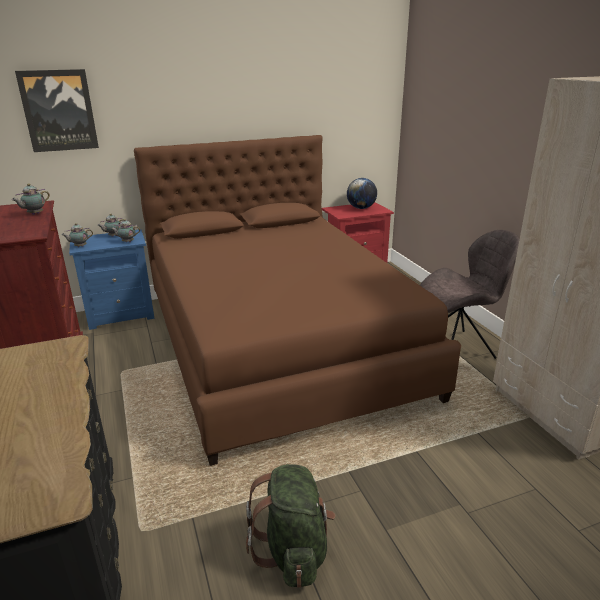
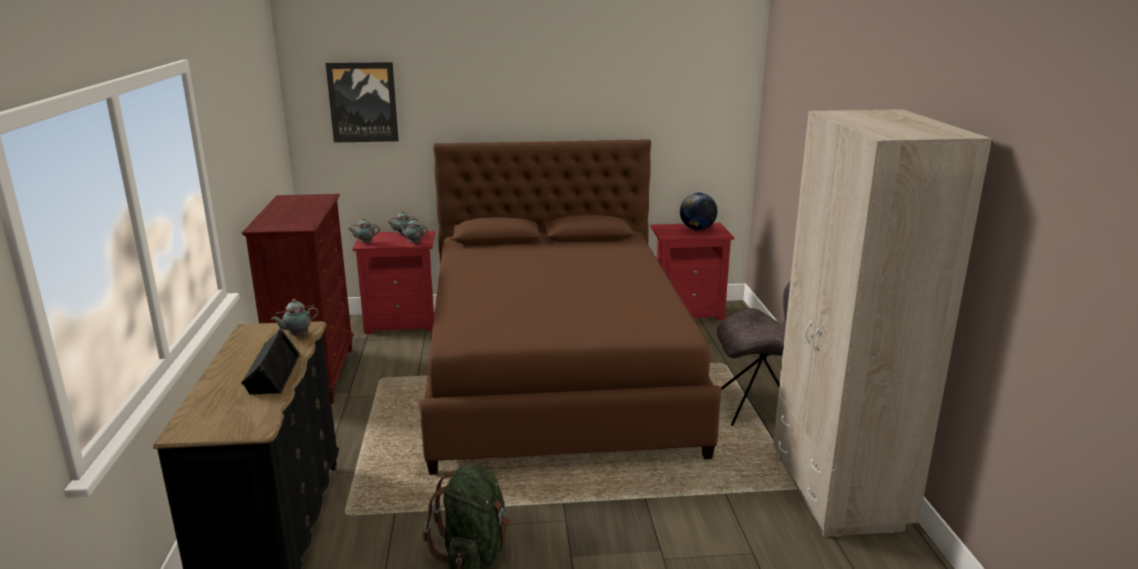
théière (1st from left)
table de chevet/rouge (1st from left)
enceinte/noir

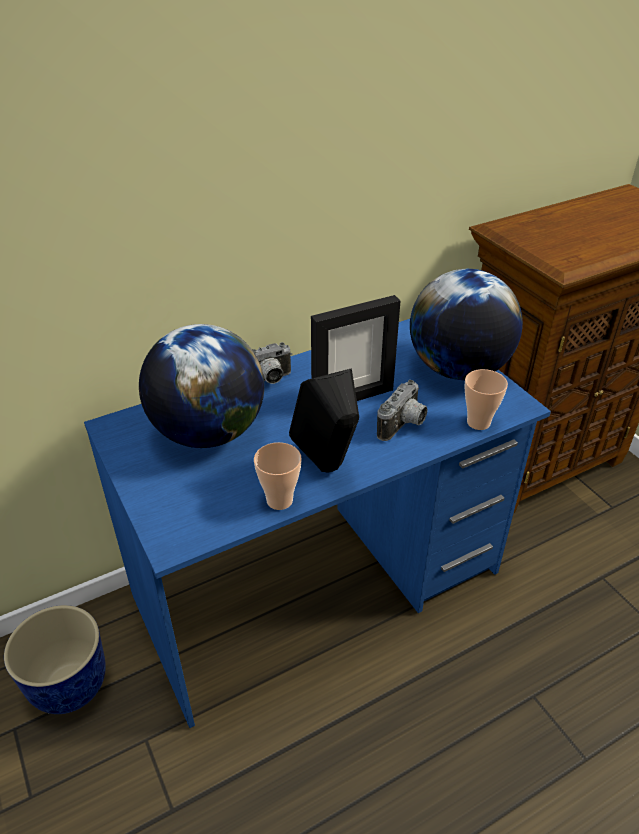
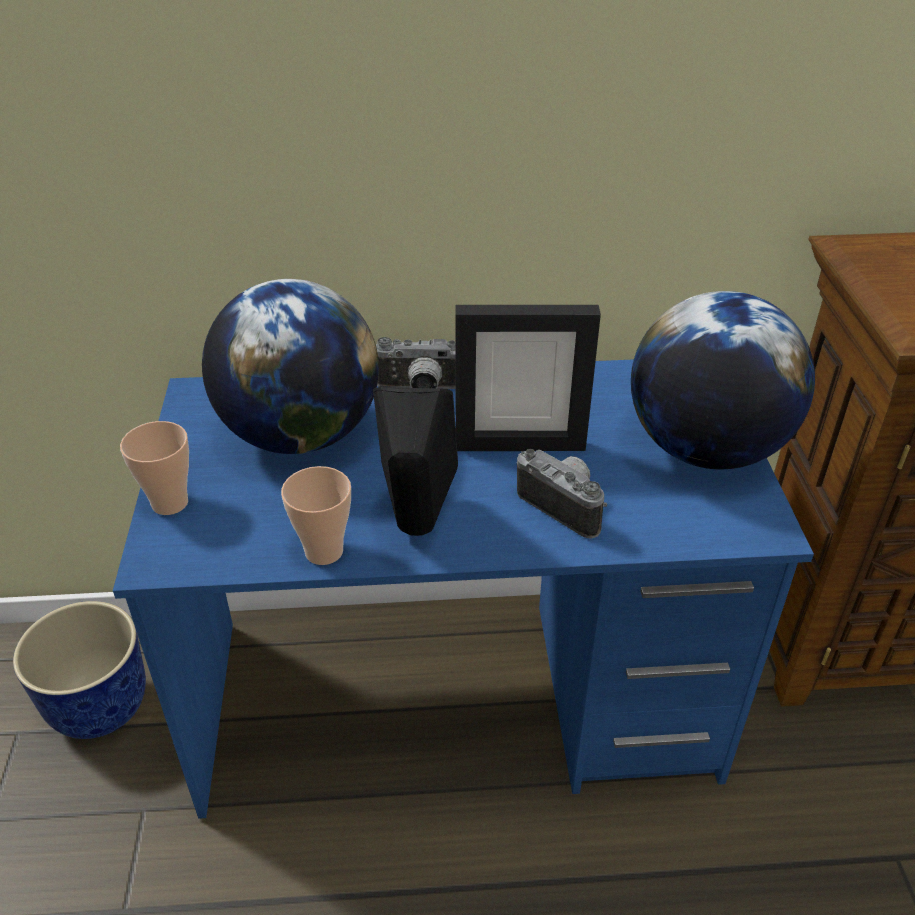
tasse (1st from left)
appareil photo (2nd from left)

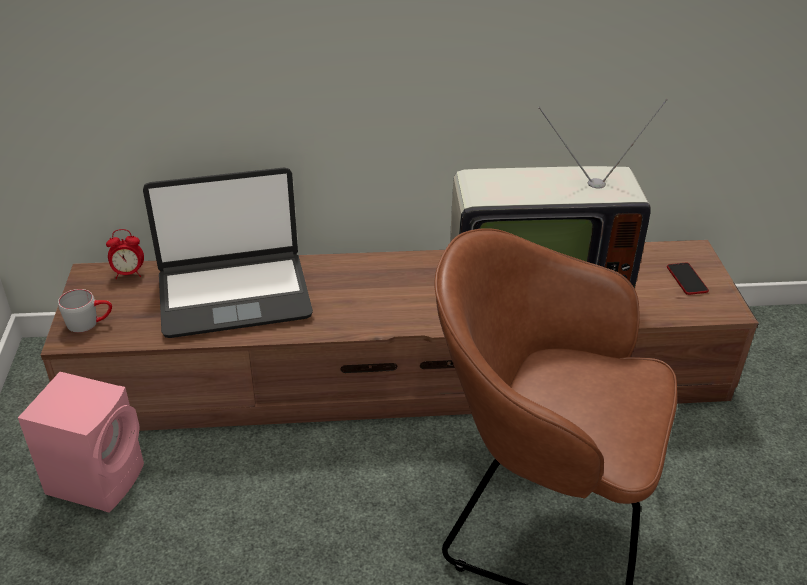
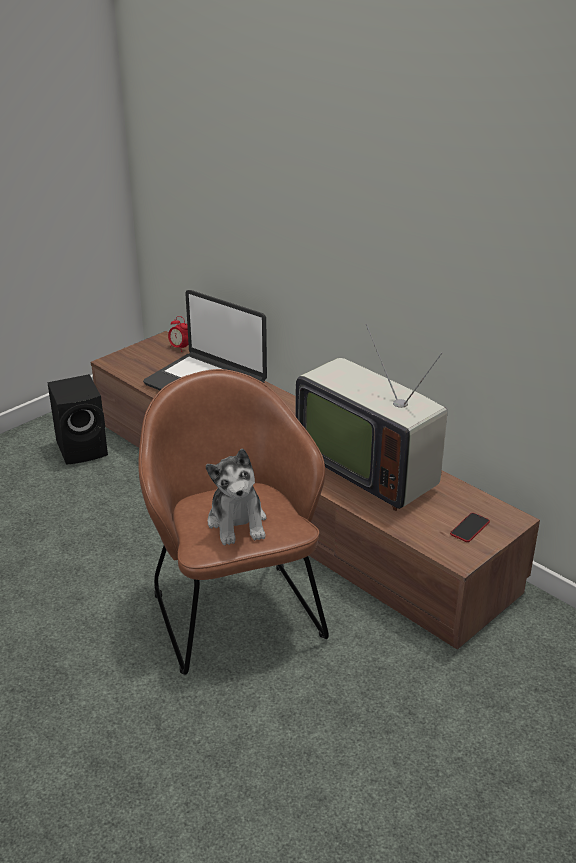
mug/gris
enceinte/noir
peluche

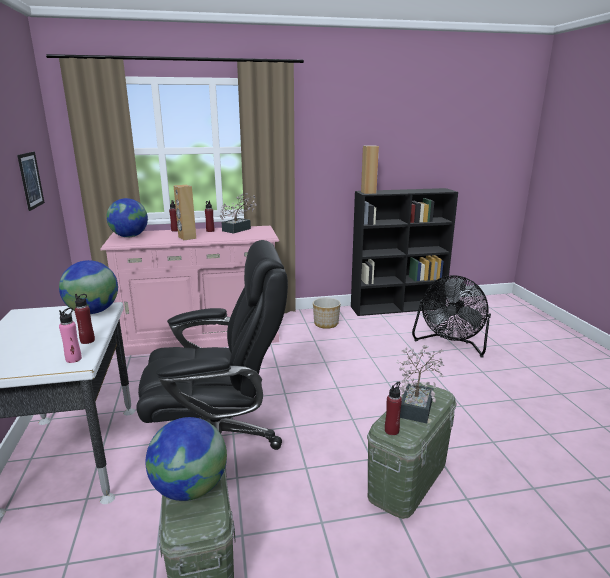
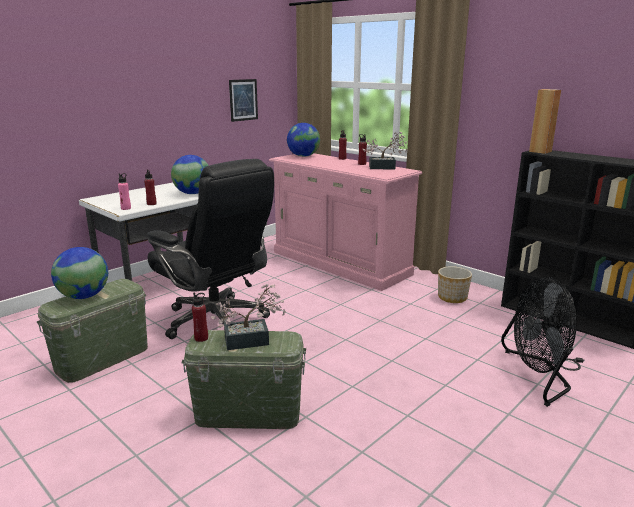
enceinte/marron (1st from left in the first image)

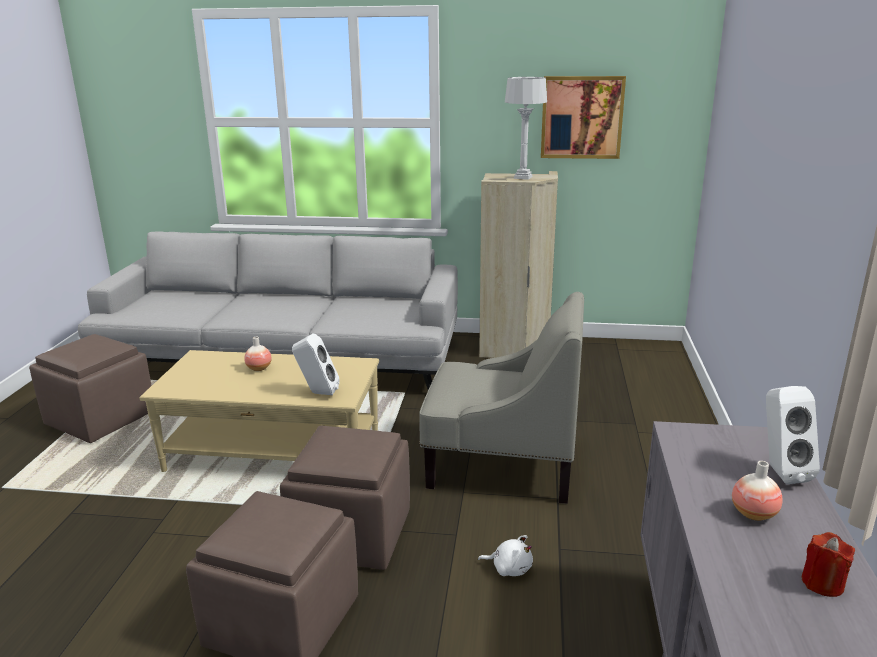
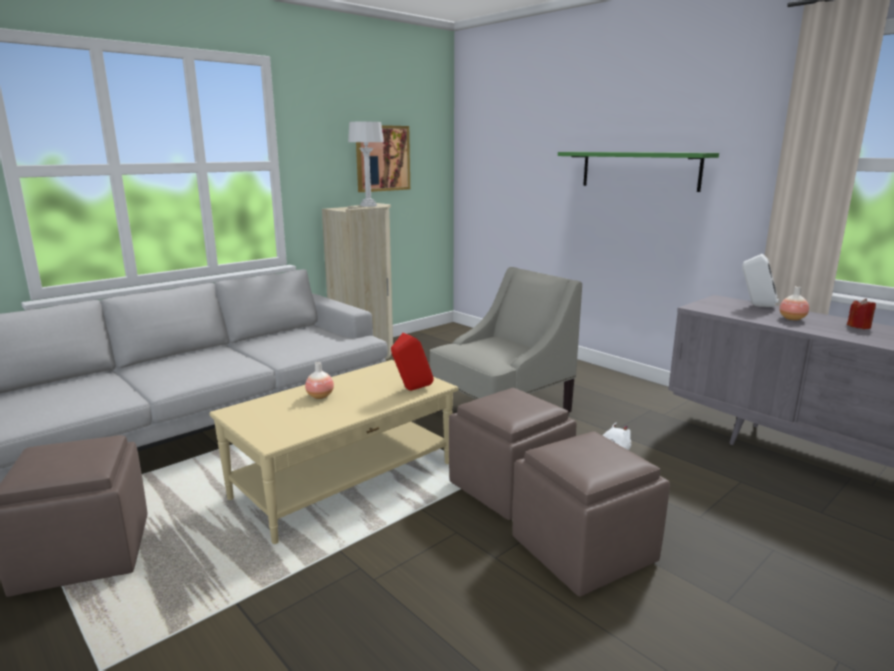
enceinte/rouge
étagère/vert

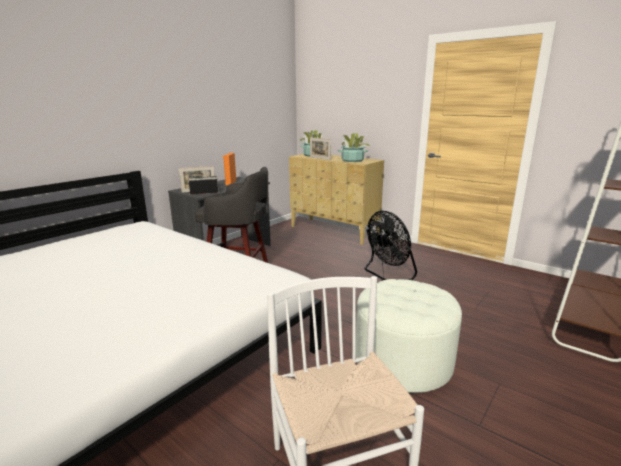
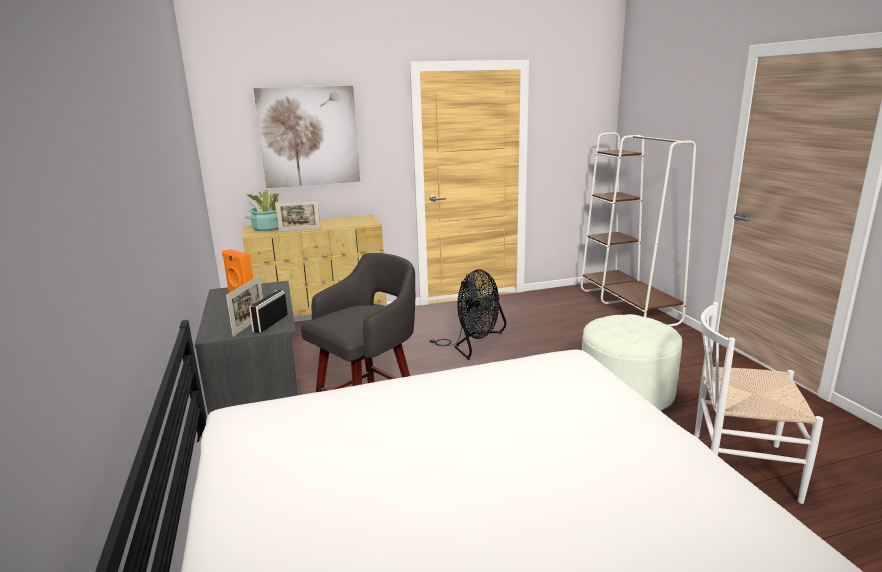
plante en pot (2nd from left in the first image)
ventilateur/noir
tableau

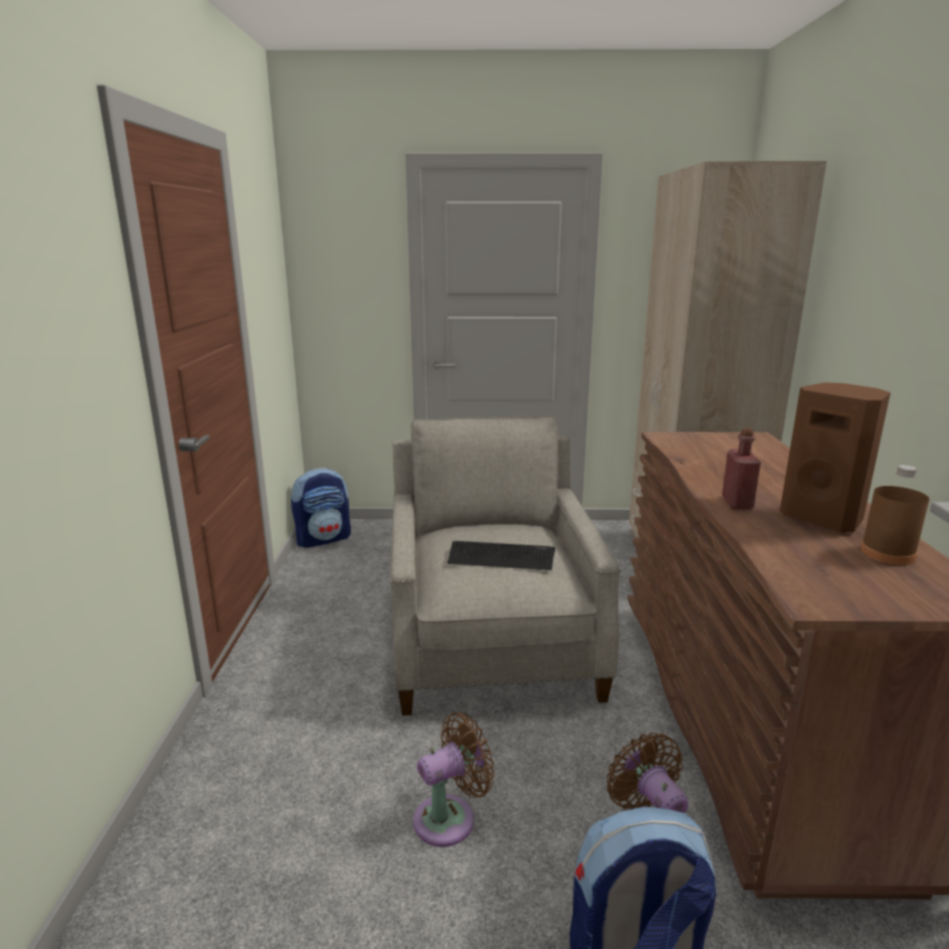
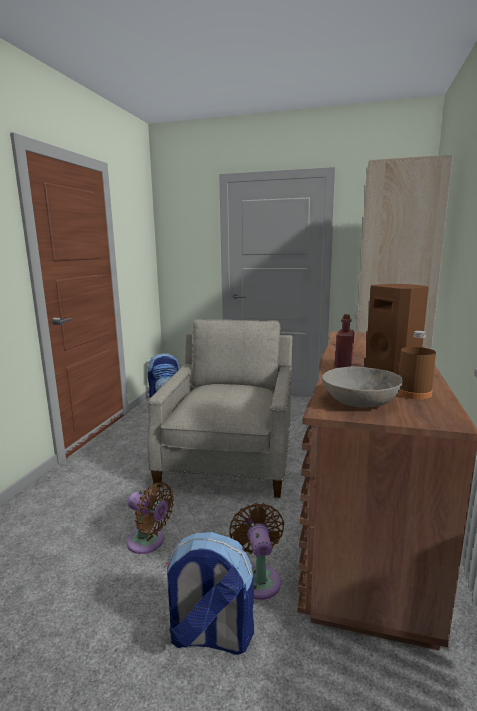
clavier
ventilateur/marron (1st from left)
bol/gris

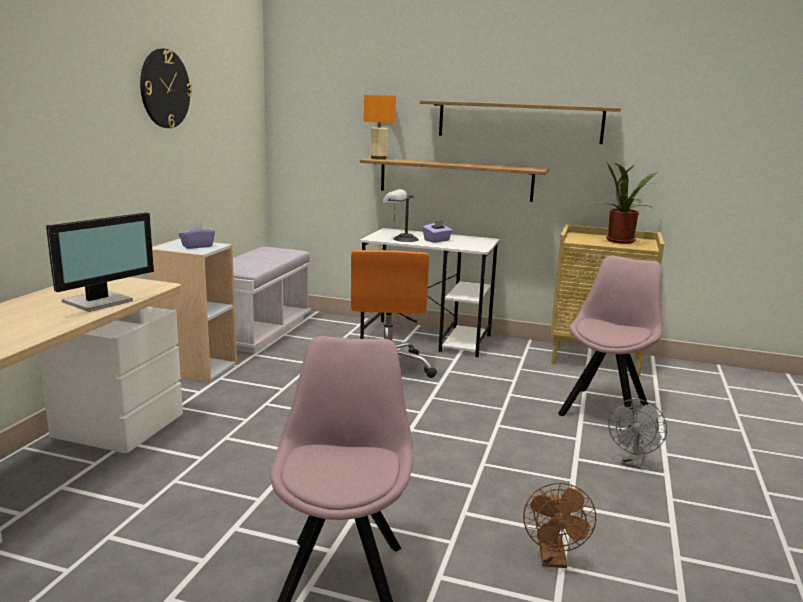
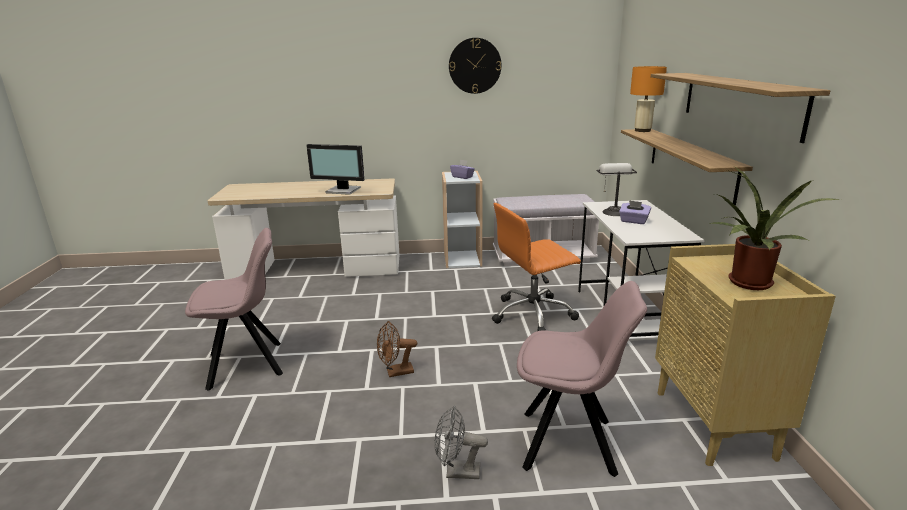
ventilateur/marron

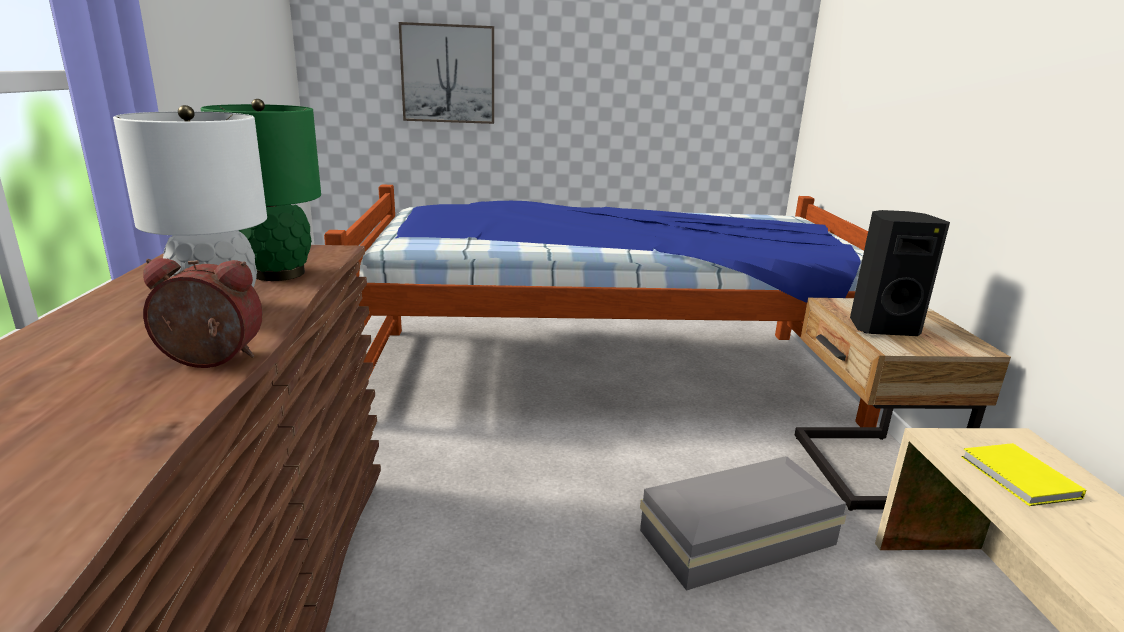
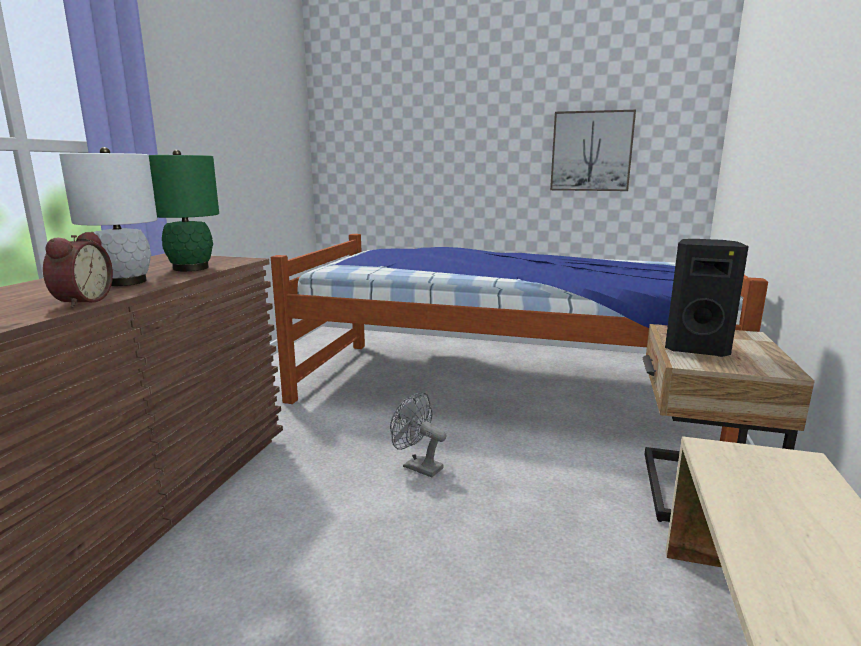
tableau
réveil
livre/jaune
boîte de rangement/gris
ventilateur/gris

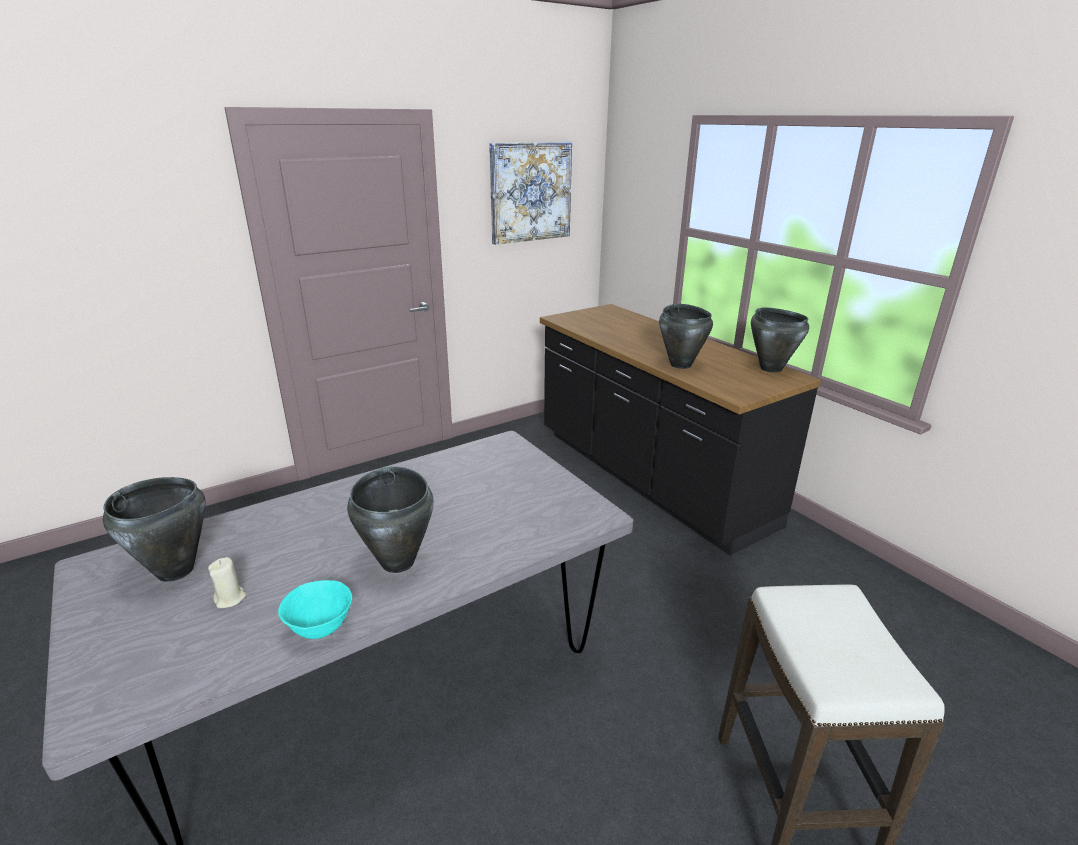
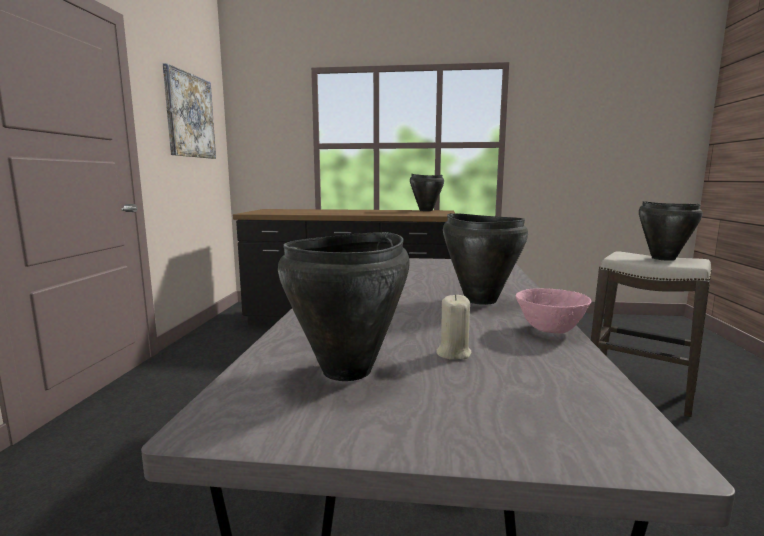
marmite/noir (4th from left)
bol/rose

